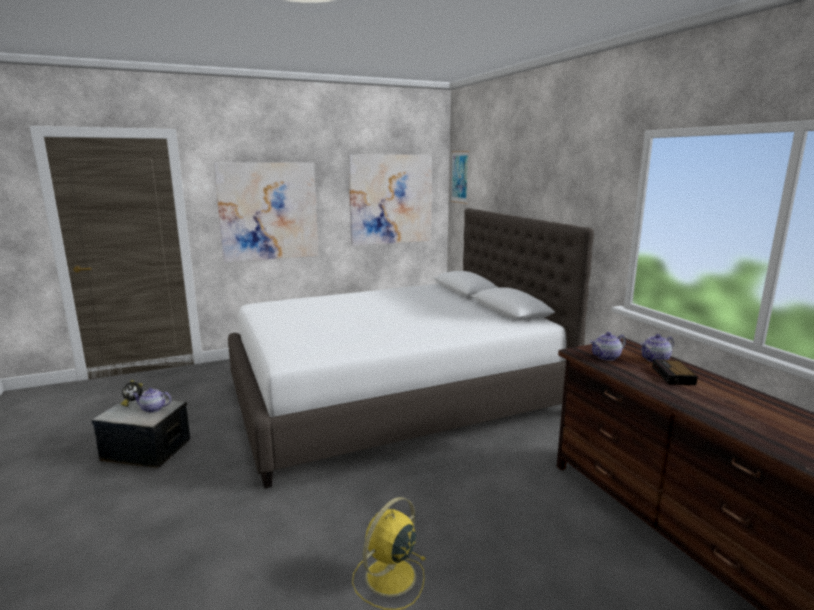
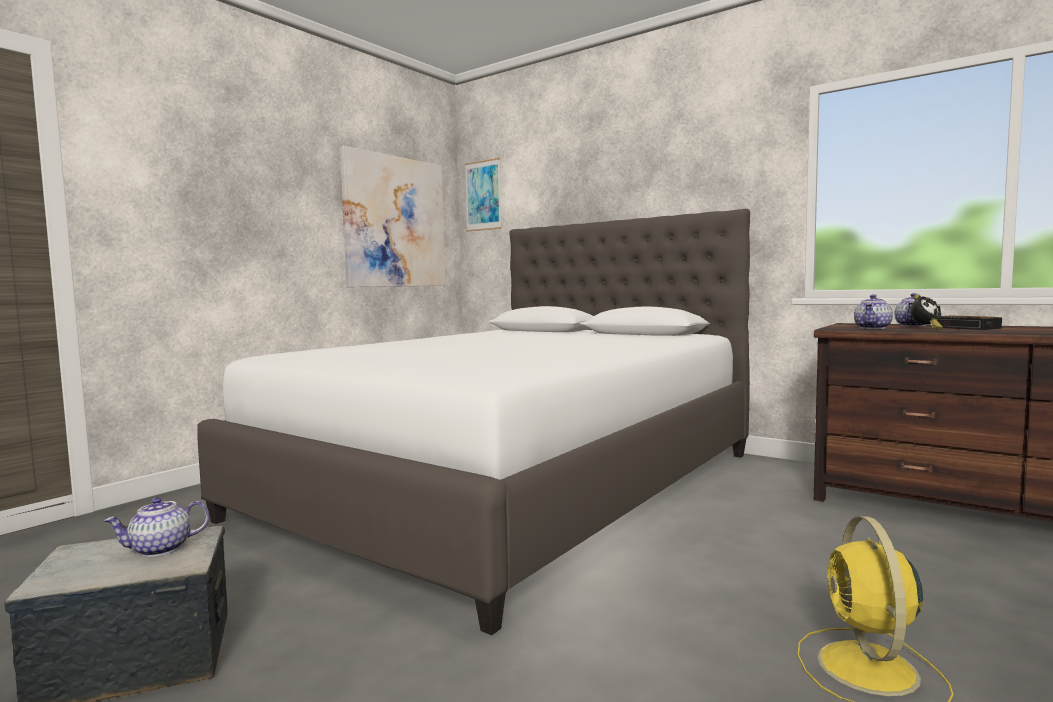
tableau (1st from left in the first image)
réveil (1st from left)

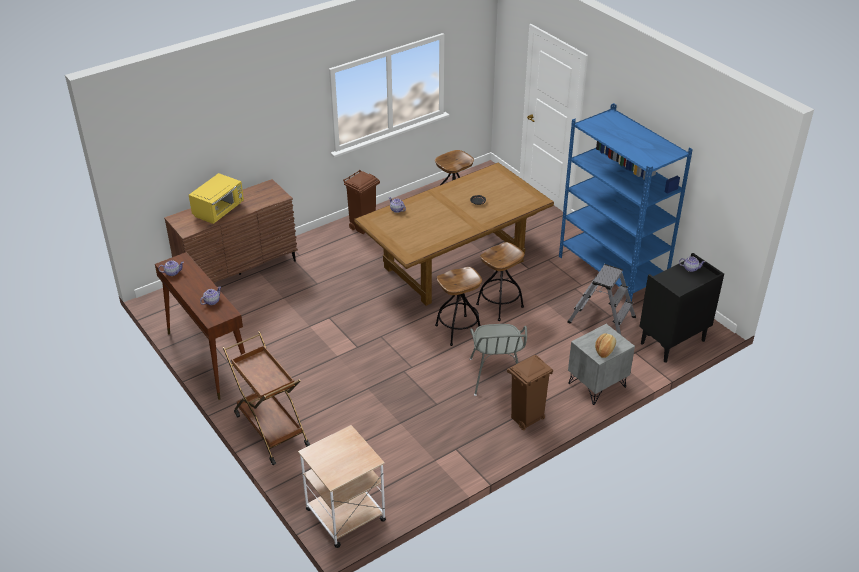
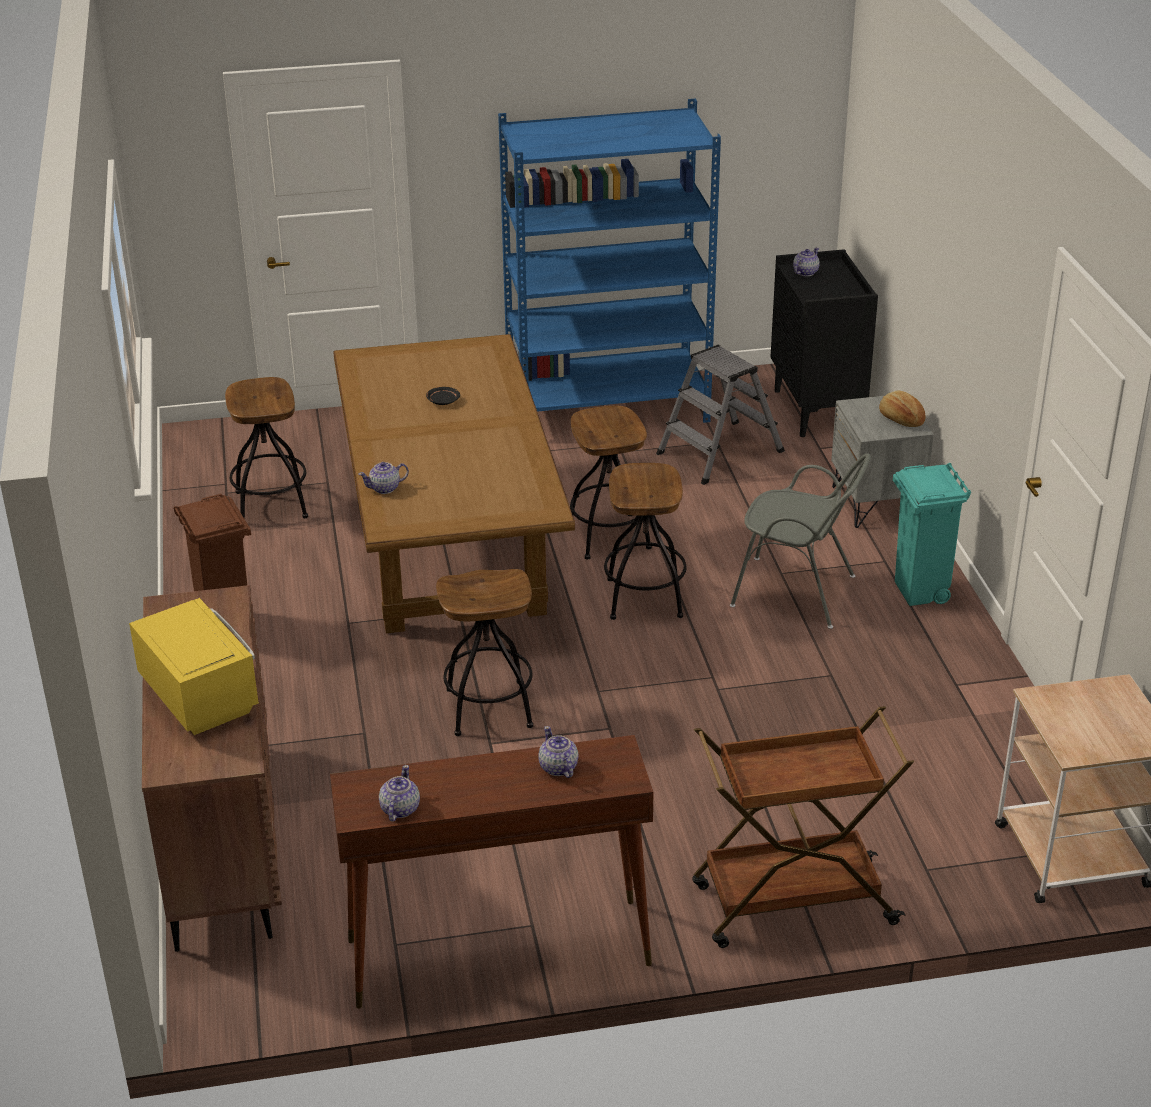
poubelle/turquoise
tabouret/marron (2nd from left)

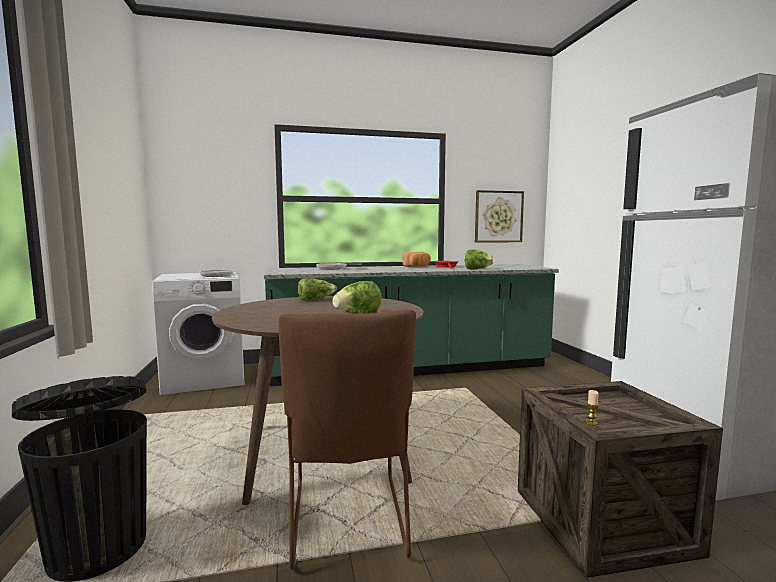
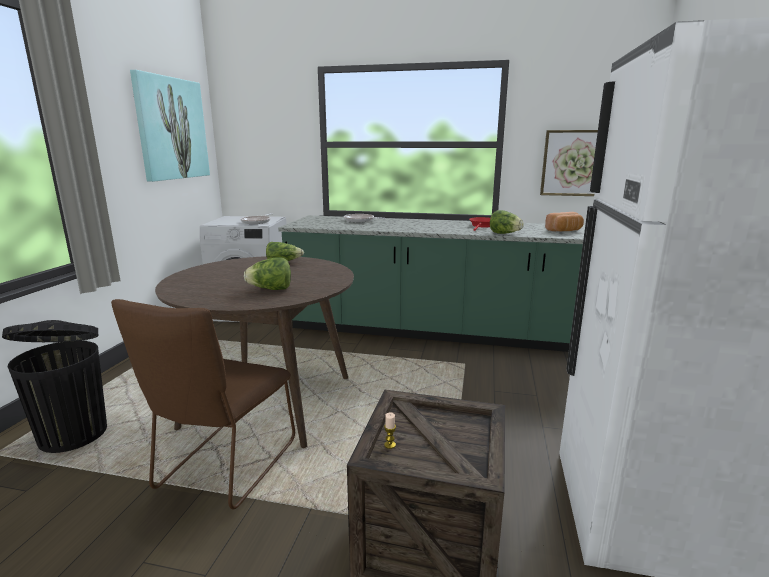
pain
tableau (1st from left)

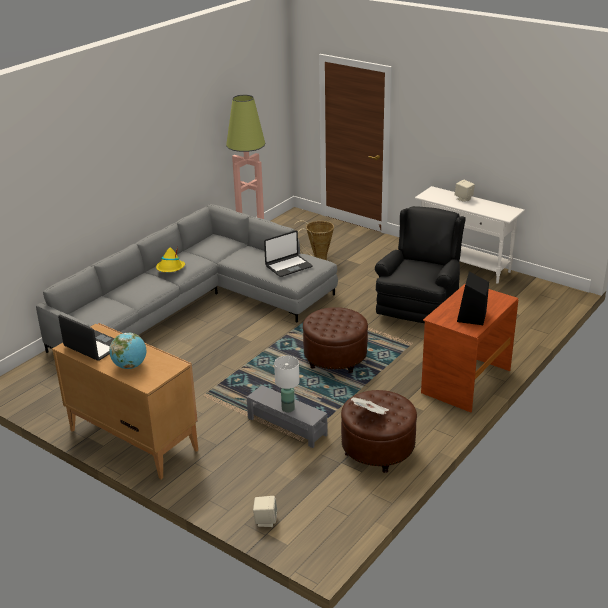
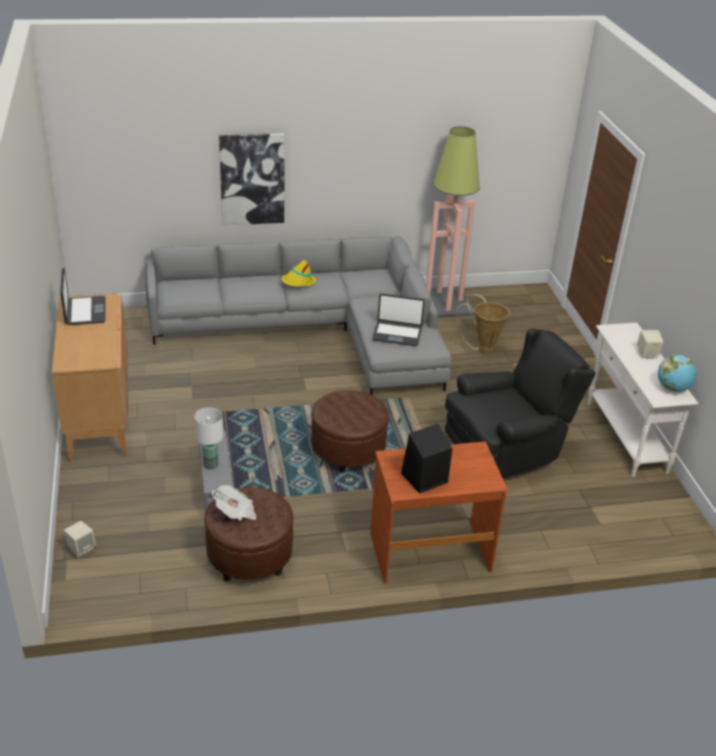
globe
tableau

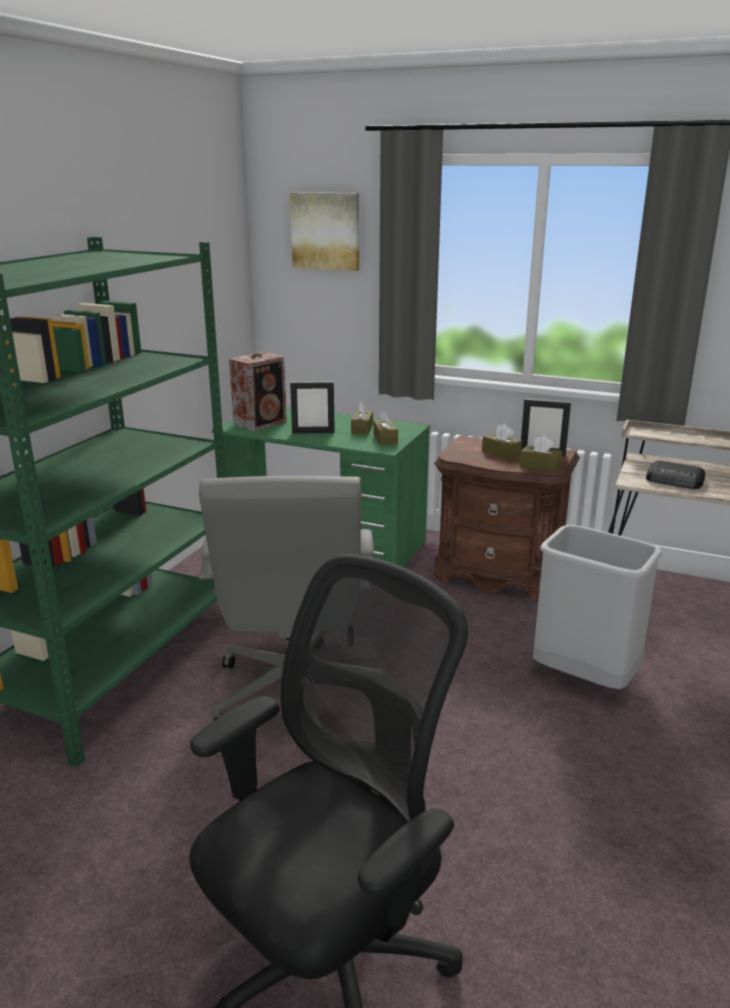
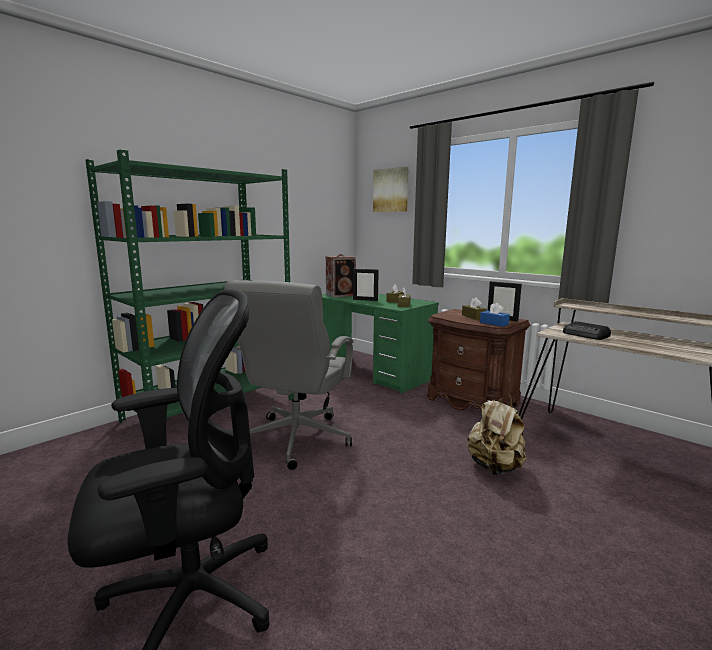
boîte à mouchoirs/bleu
sac à dos/beige

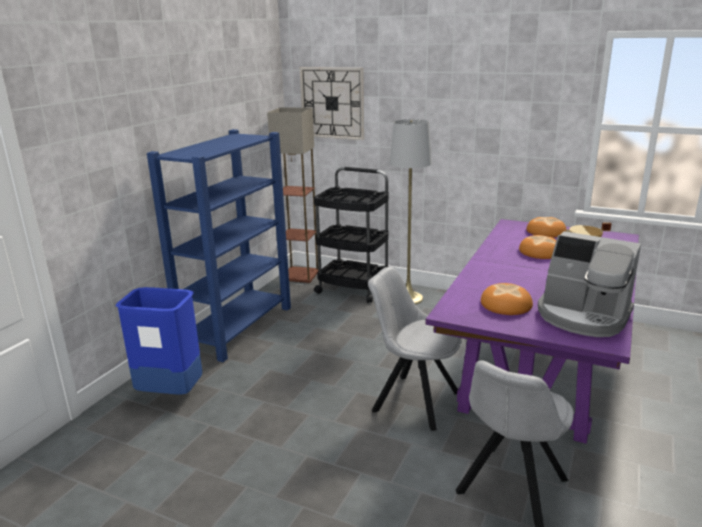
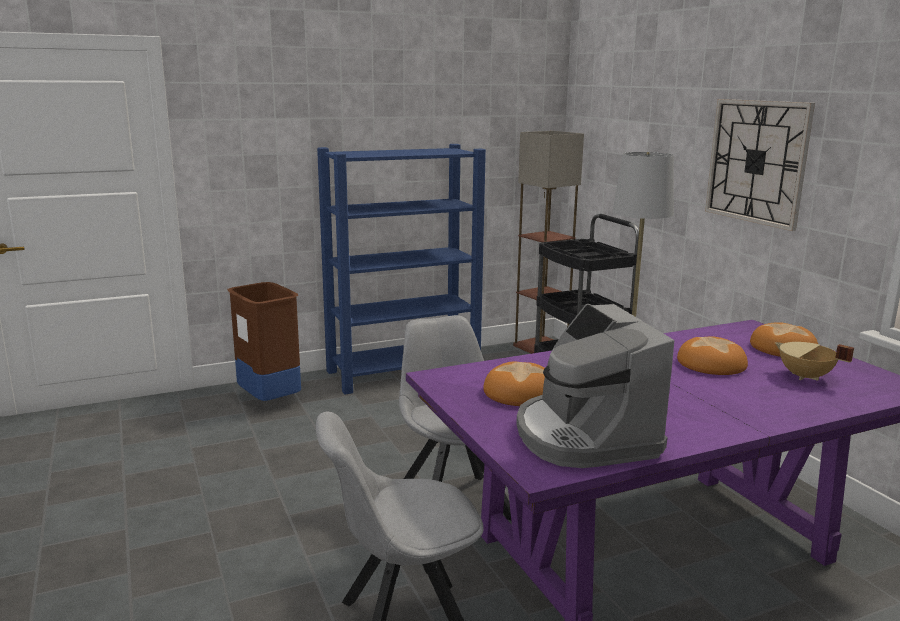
horloge murale
poubelle/marron

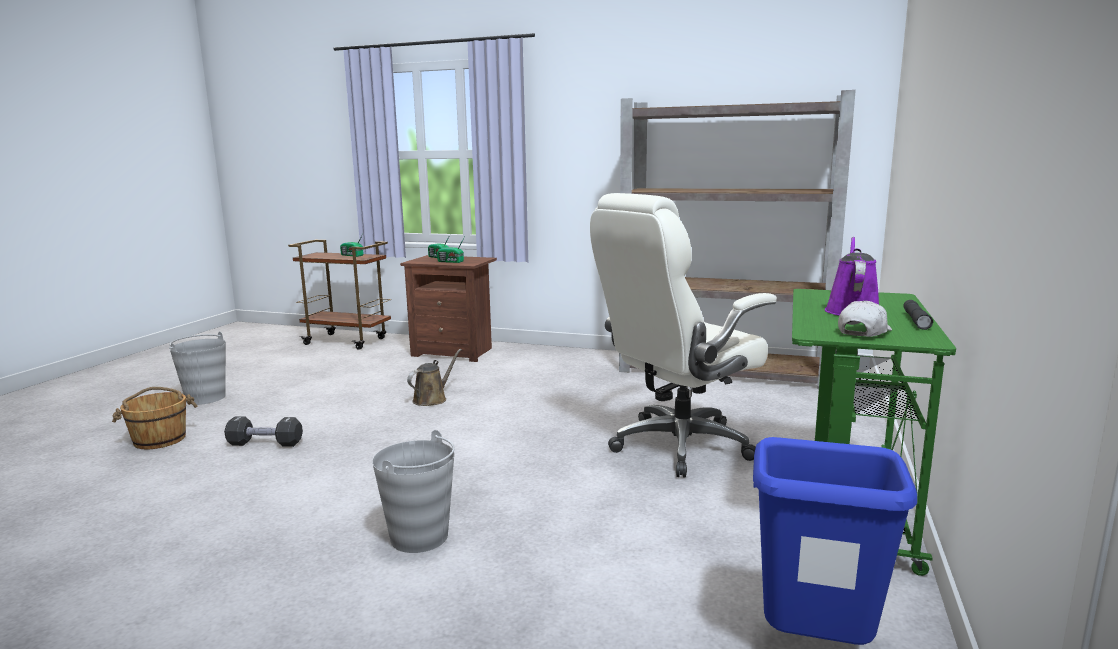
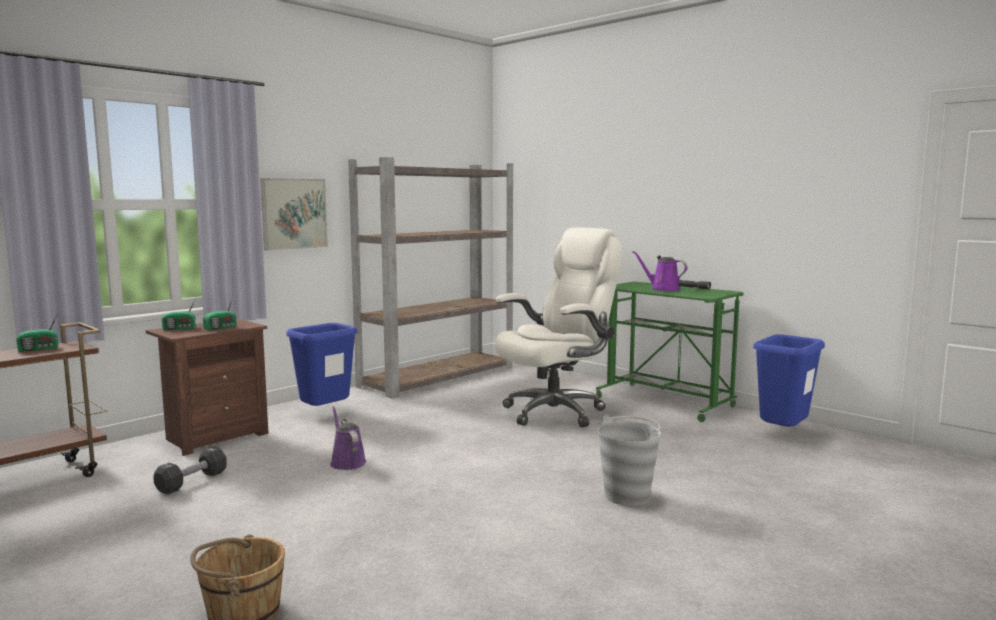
chaise de bureau/blanc
casquette/blanc
seau/gris (1st from left in the first image)
arrosoir/violet (1st from left)
haltère/noir
tableau
poubelle/bleu (1st from left)

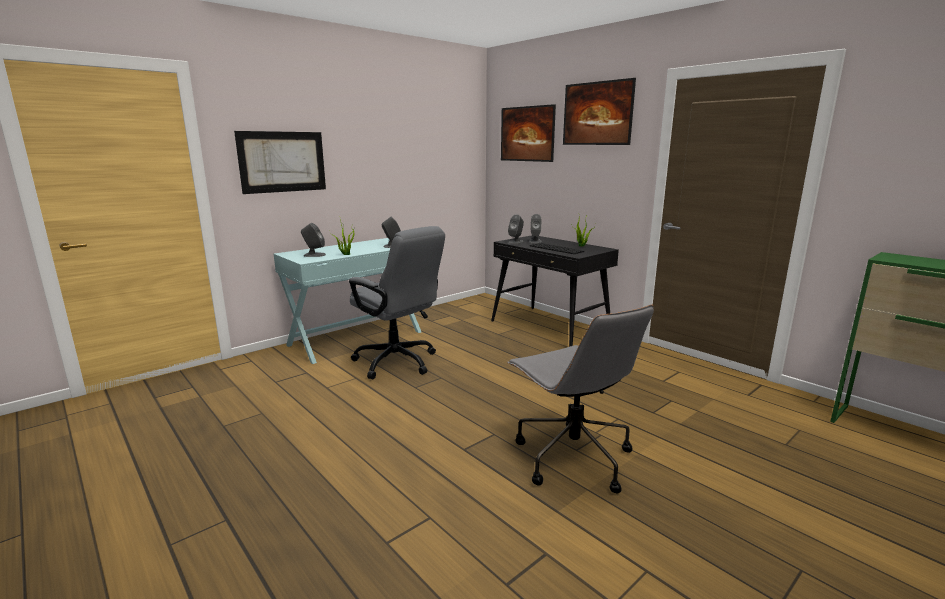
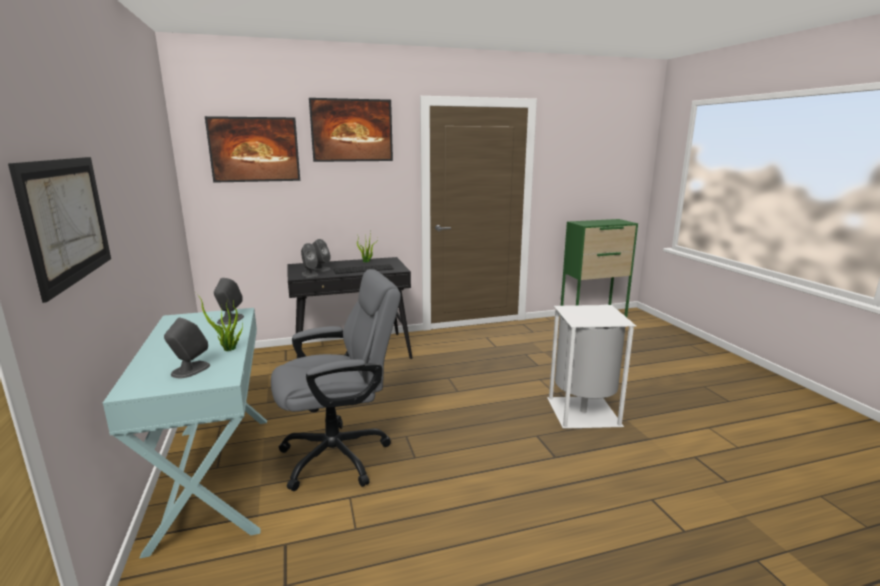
poubelle/blanc

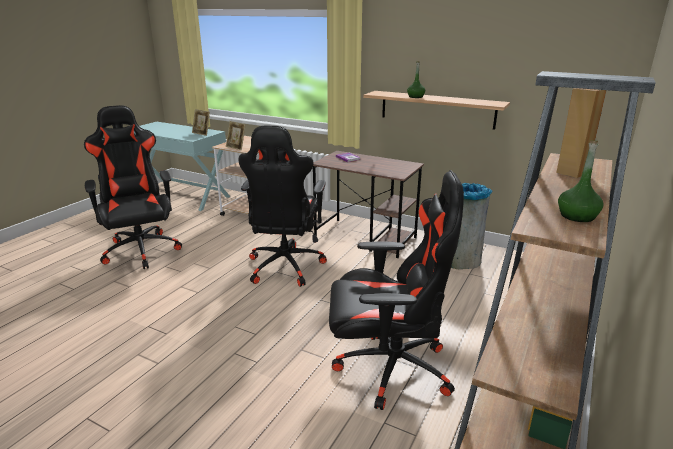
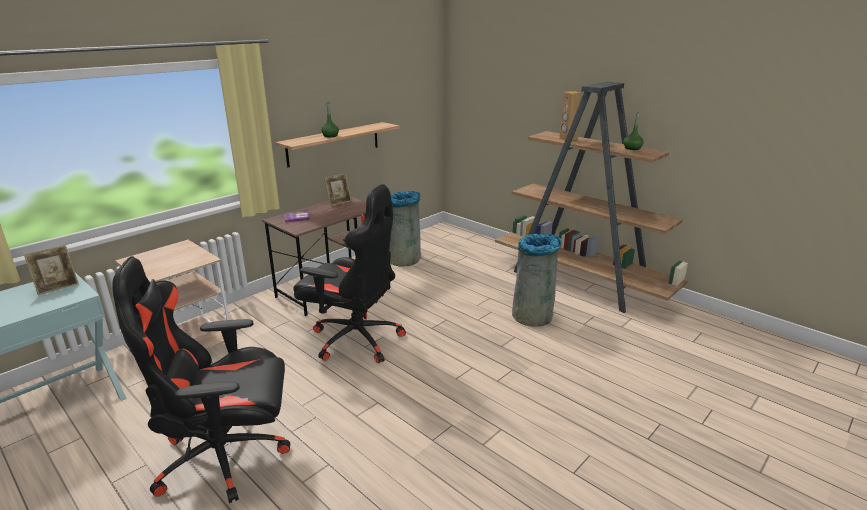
cadre photo (2nd from left)
poubelle/gris (2nd from left)

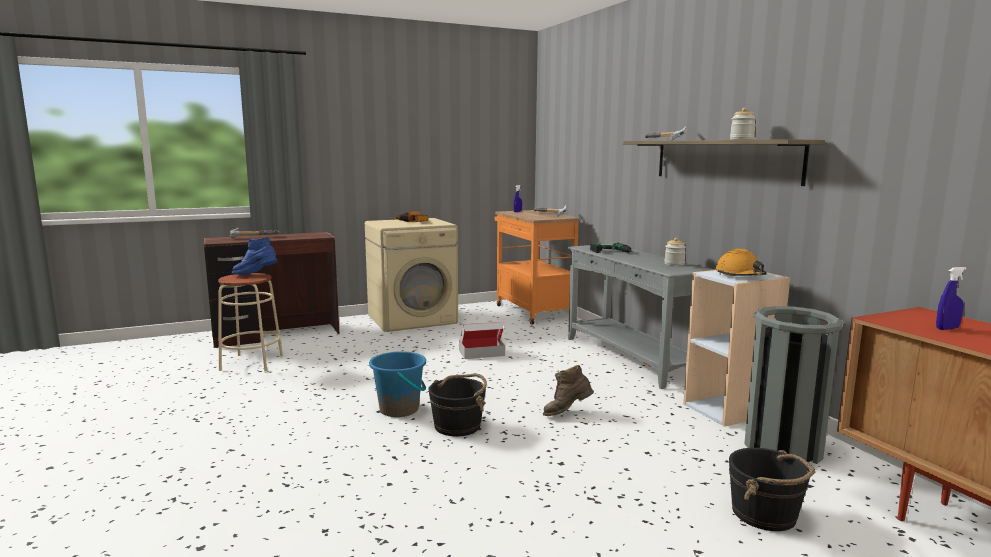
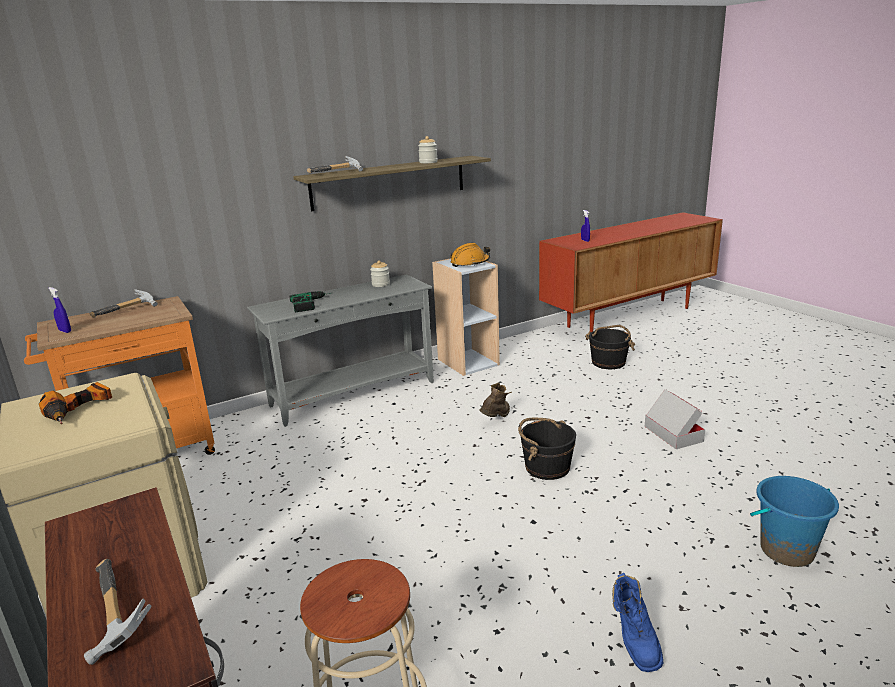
botte/bleu
poubelle/gris
carton
seau/bleu
botte/marron

